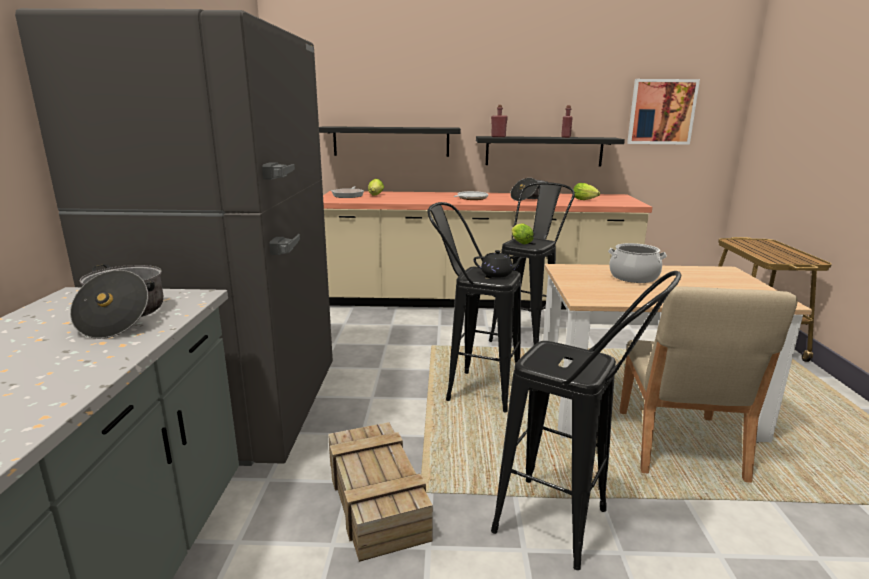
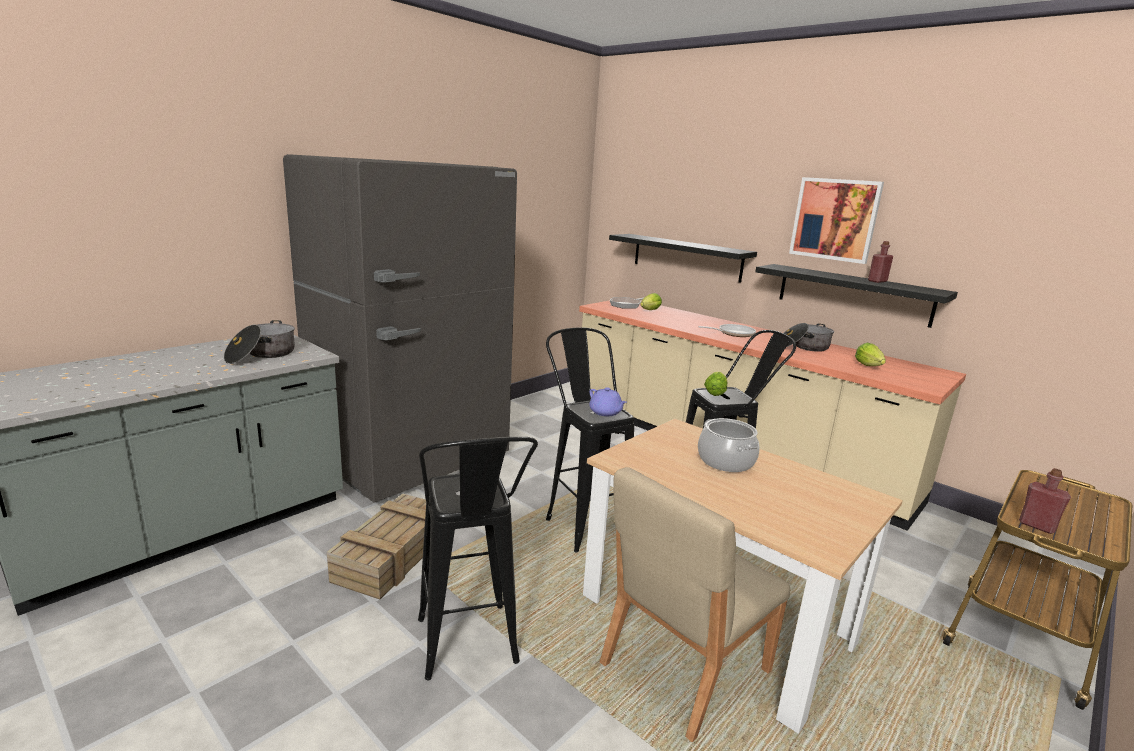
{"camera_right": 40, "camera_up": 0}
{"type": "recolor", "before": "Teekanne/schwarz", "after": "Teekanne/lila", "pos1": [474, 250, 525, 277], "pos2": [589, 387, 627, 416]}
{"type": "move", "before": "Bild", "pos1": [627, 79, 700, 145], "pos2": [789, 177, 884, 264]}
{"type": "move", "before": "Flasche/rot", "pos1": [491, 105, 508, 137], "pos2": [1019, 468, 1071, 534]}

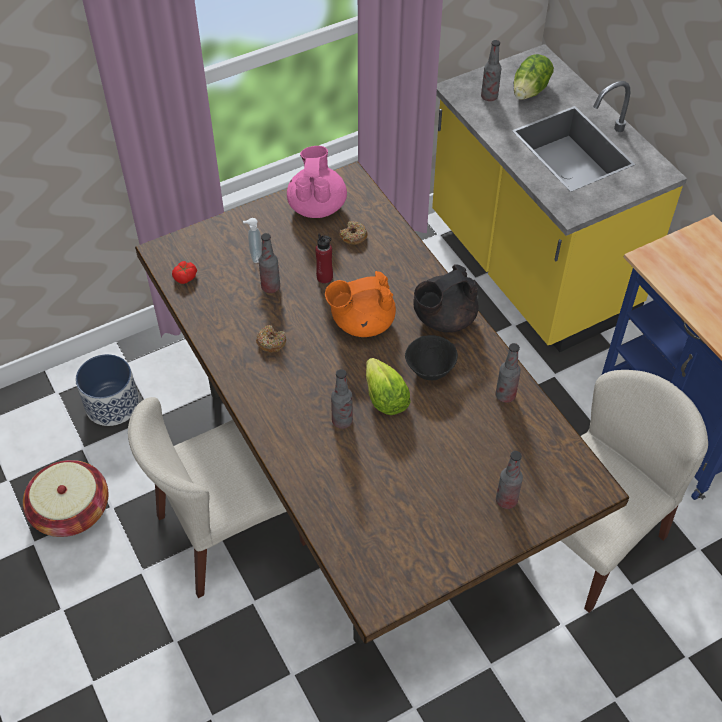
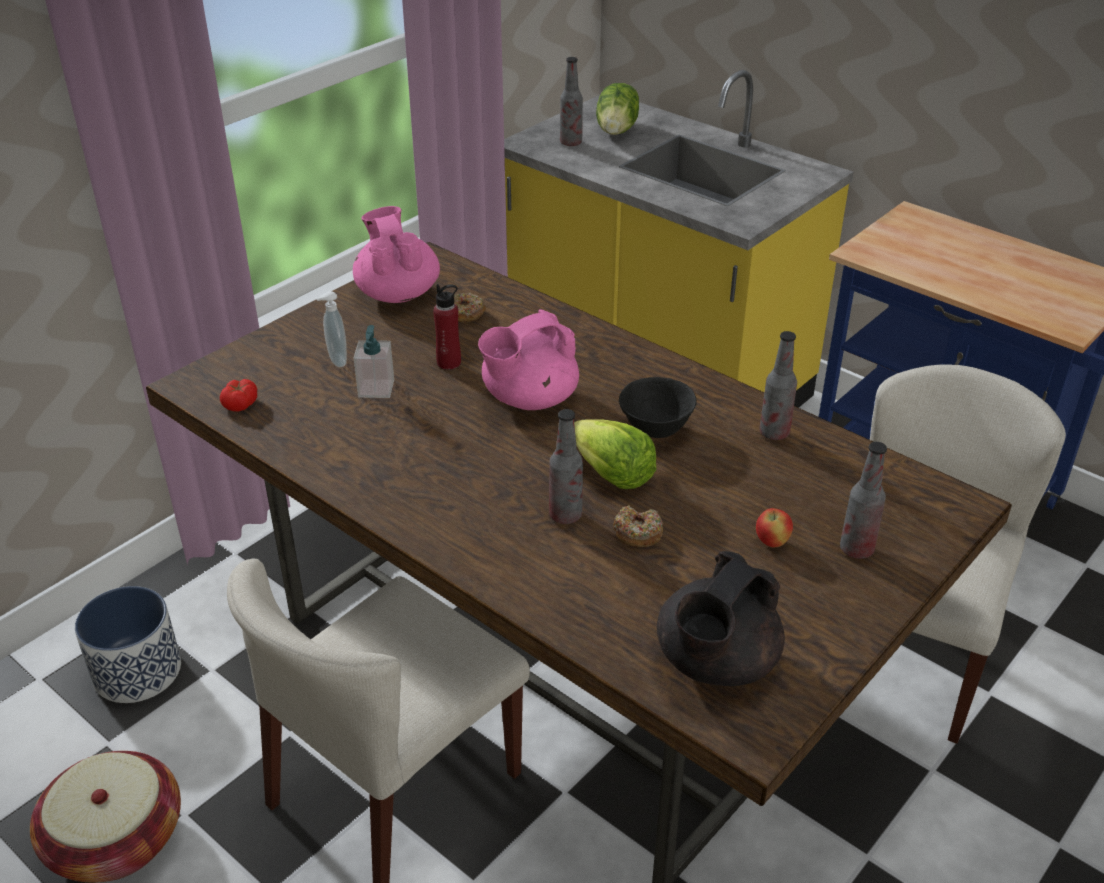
{"camera_right": -20, "camera_up": -15}
{"type": "replace", "before": "Flasche", "after": "Seifenspender", "pos1": [259, 233, 280, 293], "pos2": [354, 325, 394, 398]}
{"type": "recolor", "before": "Teekanne/orange", "after": "Teekanne/rosa", "pos1": [325, 271, 396, 337], "pos2": [478, 310, 579, 410]}
{"type": "move", "before": "Donut", "pos1": [256, 325, 286, 352], "pos2": [613, 505, 663, 547]}
{"type": "move", "before": "Teekanne/schwarz", "pos1": [413, 264, 479, 332], "pos2": [657, 551, 785, 686]}
{"type": "insert", "after": "Apfel", "pos2": [756, 508, 793, 547]}

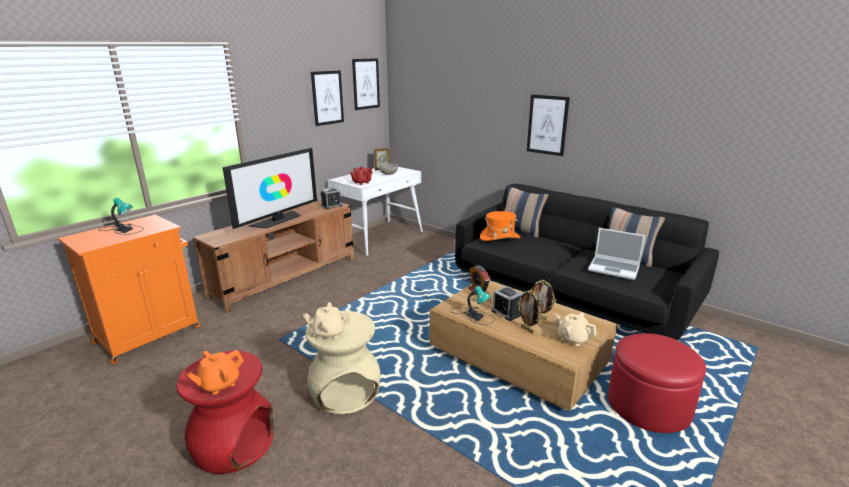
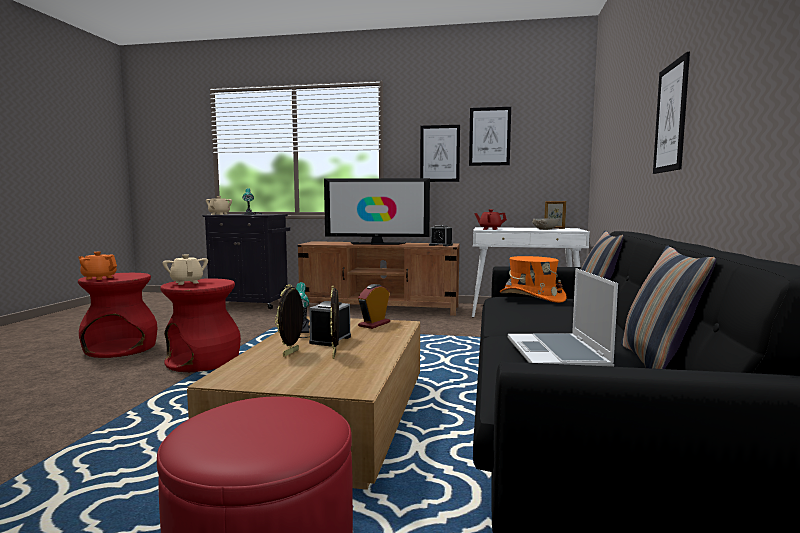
{"camera_right": 60, "camera_up": -15}
{"type": "recolor", "before": "Hocker/beige", "after": "Hocker/rot", "pos1": [306, 311, 380, 415], "pos2": [160, 278, 241, 372]}
{"type": "recolor", "before": "Schrank/orange", "after": "Schrank/schwarz", "pos1": [58, 215, 201, 364], "pos2": [203, 214, 290, 309]}
{"type": "move", "before": "Teekanne/beige", "pos1": [554, 312, 597, 346], "pos2": [206, 196, 232, 215]}
{"type": "move", "before": "Bild", "pos1": [352, 58, 380, 110], "pos2": [420, 125, 460, 182]}

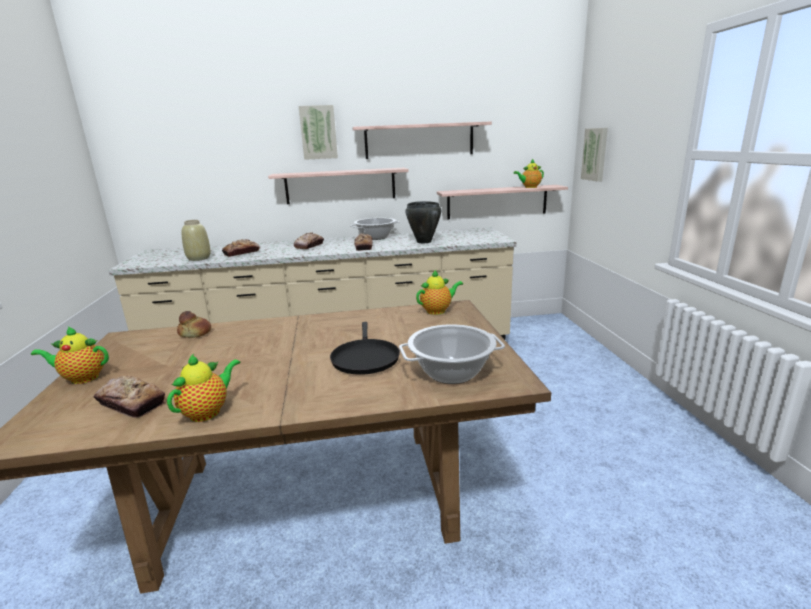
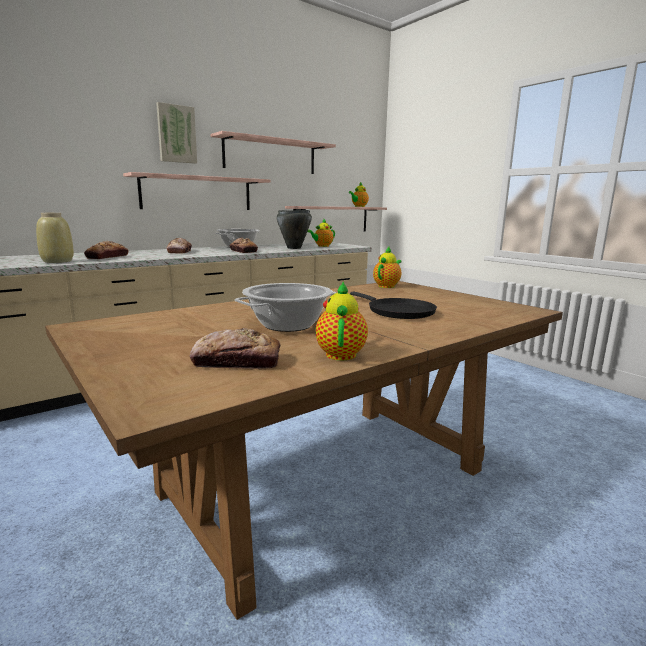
{"camera_right": -30, "camera_up": -5}
{"type": "move", "before": "Kochtopf", "pos1": [399, 324, 505, 384], "pos2": [235, 283, 336, 332]}
{"type": "move", "before": "Teekanne", "pos1": [31, 326, 109, 384], "pos2": [307, 218, 335, 247]}
{"type": "delete", "before": "Brot", "pos1": [177, 311, 211, 338]}
{"type": "delete", "before": "Bild", "pos1": [581, 128, 608, 182]}

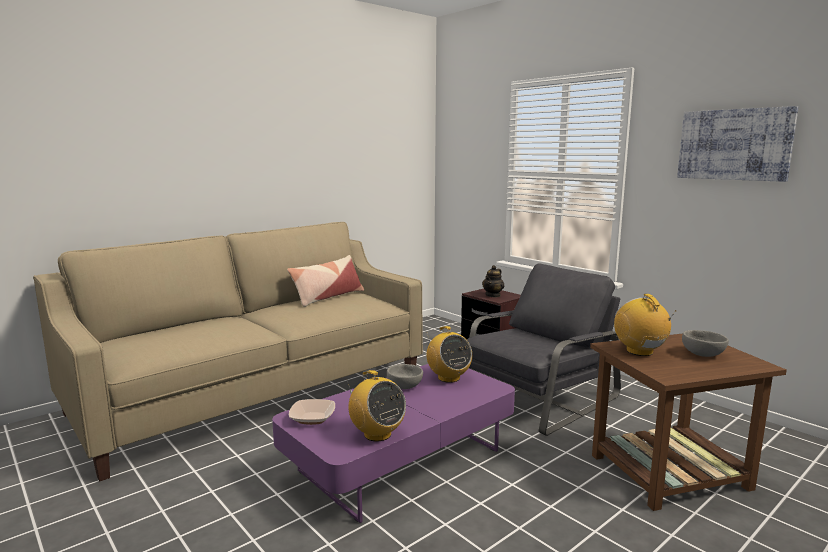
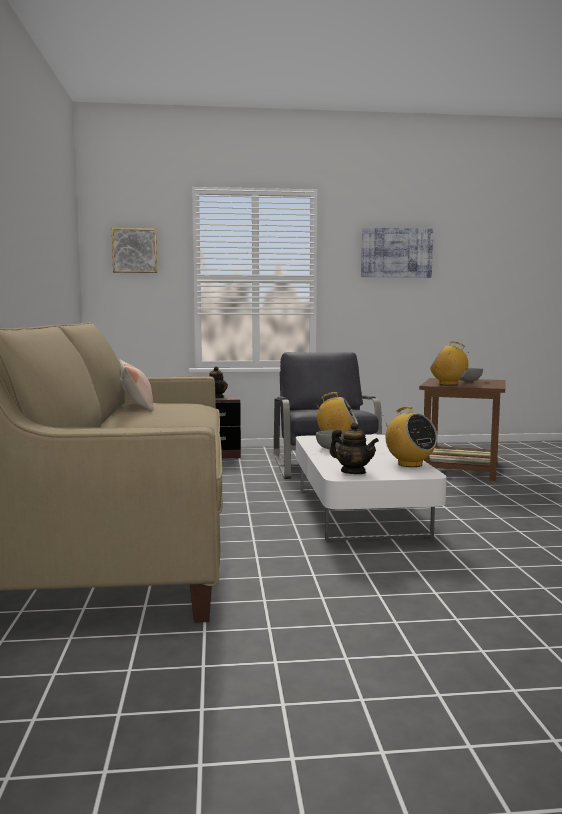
{"camera_right": -55, "camera_up": -5}
{"type": "insert", "after": "Bild", "pos2": [112, 228, 157, 273]}
{"type": "recolor", "before": "Couchtisch/lila", "after": "Couchtisch/weiß", "pos1": [272, 364, 515, 523], "pos2": [296, 434, 447, 542]}
{"type": "replace", "before": "Schüssel", "after": "Teekanne", "pos1": [289, 399, 335, 425], "pos2": [330, 422, 379, 474]}
{"type": "rotate", "before": "Radio", "pos1": [347, 370, 406, 441], "pos2": [383, 407, 437, 467], "turn": 60}

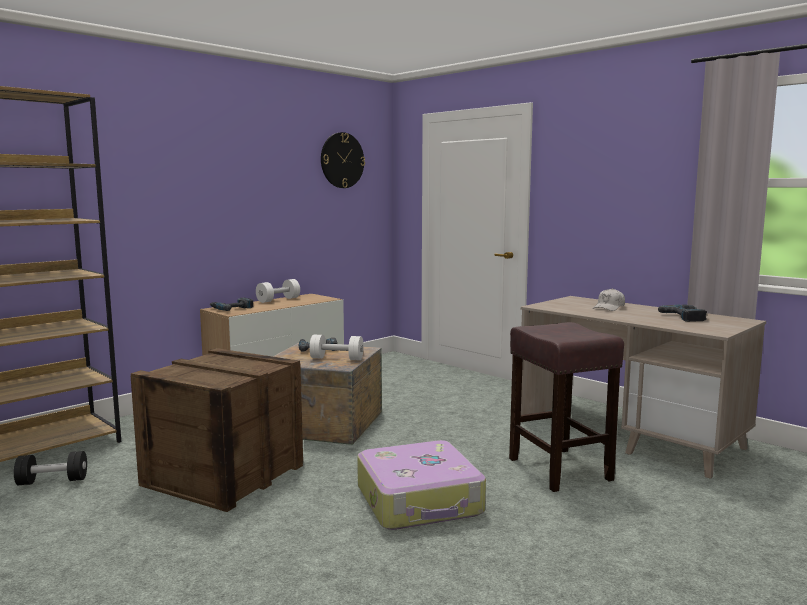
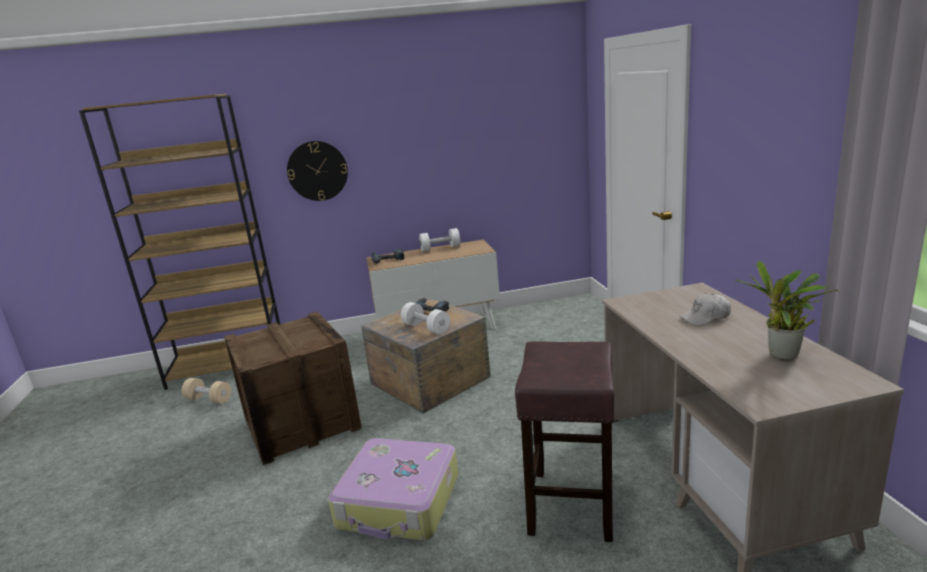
{"camera_right": 35, "camera_up": 10}
{"type": "recolor", "before": "Hantel/schwarz", "after": "Hantel/beige", "pos1": [14, 451, 87, 485], "pos2": [182, 378, 232, 404]}
{"type": "move", "before": "Wanduhr", "pos1": [321, 132, 365, 188], "pos2": [287, 141, 348, 201]}
{"type": "replace", "before": "Bohrmaschine", "after": "Topfpflanze", "pos1": [658, 305, 707, 322], "pos2": [735, 261, 838, 360]}

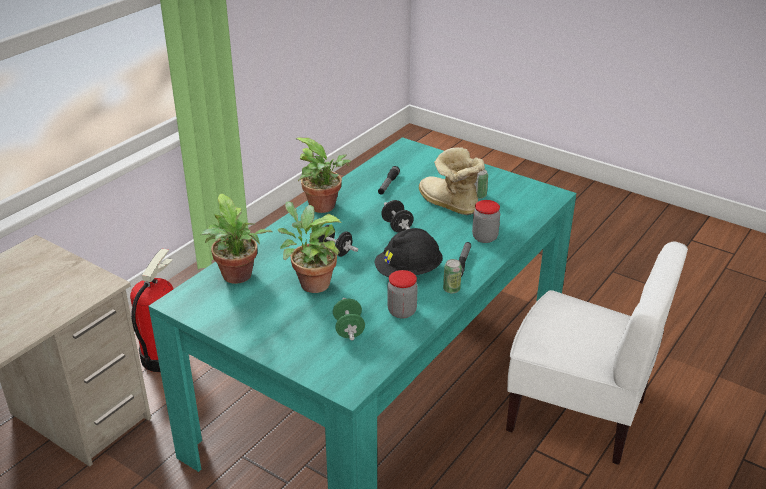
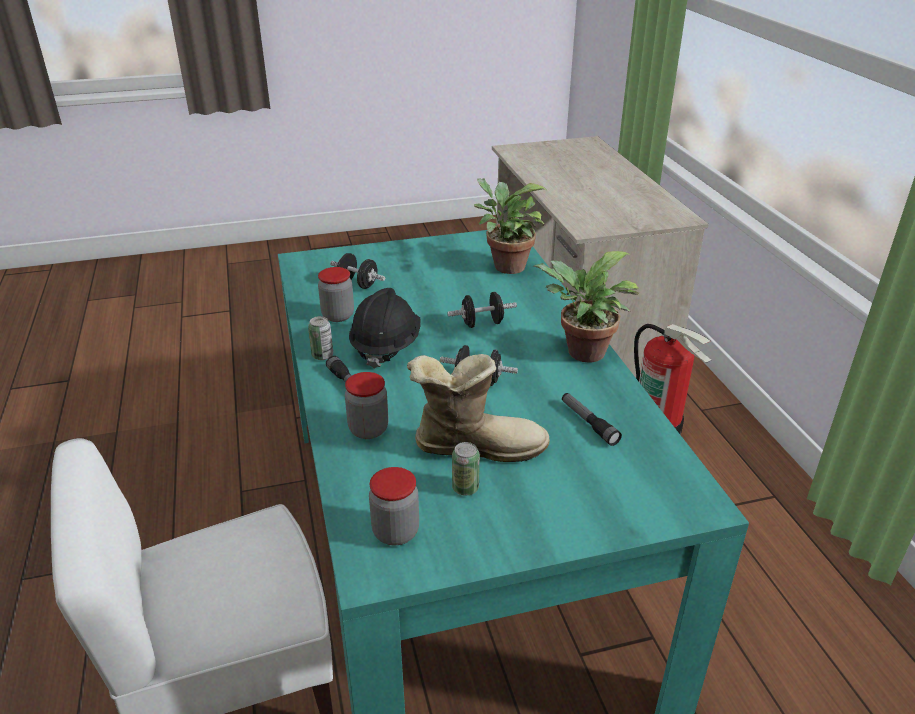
{"camera_right": 130, "camera_up": 0}
{"type": "recolor", "before": "Hantel/grün", "after": "Hantel/schwarz", "pos1": [333, 298, 365, 341], "pos2": [330, 253, 385, 289]}
{"type": "insert", "after": "Vorratsglas", "pos2": [369, 467, 419, 545]}
{"type": "delete", "before": "Topfpflanze", "pos1": [278, 202, 342, 293]}

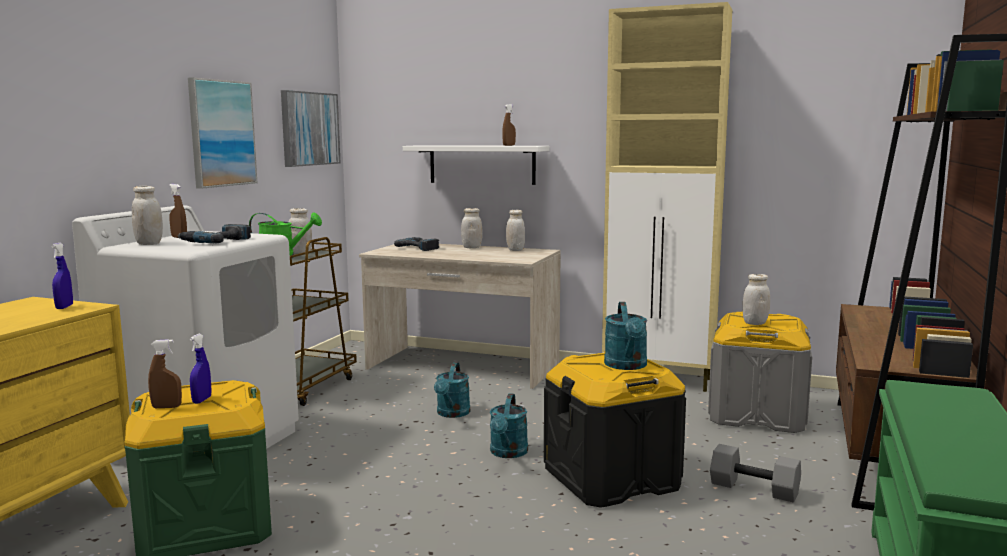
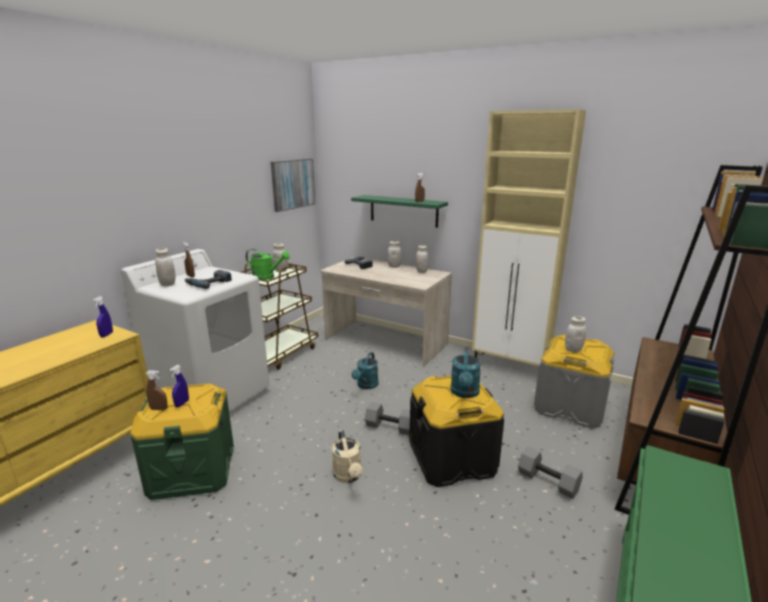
{"camera_right": 10, "camera_up": 10}
{"type": "insert", "after": "Gießkanne/beige", "pos2": [332, 430, 362, 483]}
{"type": "recolor", "before": "Wandregal/weiß", "after": "Wandregal/grün", "pos1": [403, 145, 550, 185], "pos2": [351, 195, 448, 228]}
{"type": "replace", "before": "Gießkanne/türkis", "after": "Hantel/grau", "pos1": [490, 393, 528, 458], "pos2": [365, 402, 410, 436]}
{"type": "delete", "before": "Bild", "pos1": [188, 77, 257, 189]}

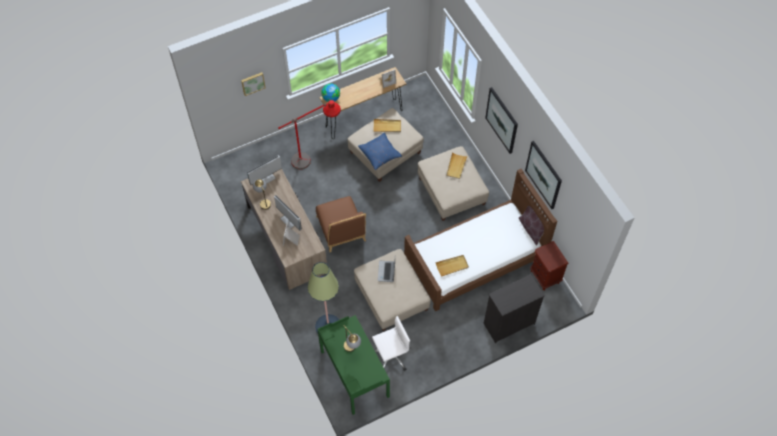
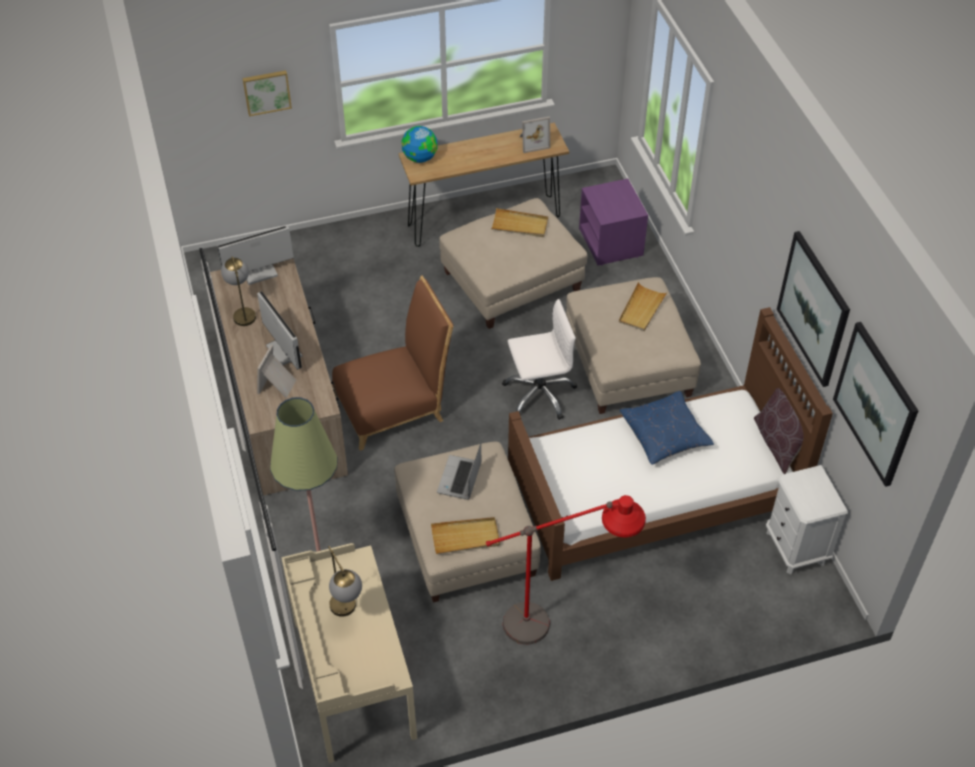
{"camera_right": 10, "camera_up": -10}
{"type": "recolor", "before": "Schreibtisch/grün", "after": "Schreibtisch/beige", "pos1": [317, 315, 390, 415], "pos2": [281, 543, 417, 763]}
{"type": "rotate", "before": "Stuhl/braun", "pos1": [316, 196, 366, 252], "pos2": [332, 275, 453, 451], "turn": -105}
{"type": "move", "before": "Tablett/beige", "pos1": [436, 255, 469, 277], "pos2": [431, 517, 500, 554]}
{"type": "move", "before": "Stehlampe/rot", "pos1": [278, 100, 341, 169], "pos2": [486, 495, 646, 645]}
{"type": "move", "before": "Bürostuhl/weiß", "pos1": [372, 316, 410, 371], "pos2": [502, 299, 577, 420]}
{"type": "insert", "after": "Nachttisch/lila", "pos2": [579, 179, 648, 266]}
{"type": "move", "before": "Kissen/blau", "pos1": [358, 133, 402, 170], "pos2": [619, 391, 714, 465]}
{"type": "recolor", "before": "Nachttisch/braun", "after": "Nachttisch/weiß", "pos1": [530, 241, 569, 291], "pos2": [766, 465, 848, 574]}
{"type": "move", "before": "Bild", "pos1": [485, 87, 518, 154], "pos2": [833, 322, 918, 487]}
{"type": "delete", "before": "Kommode/schwarz", "pos1": [483, 274, 545, 343]}

